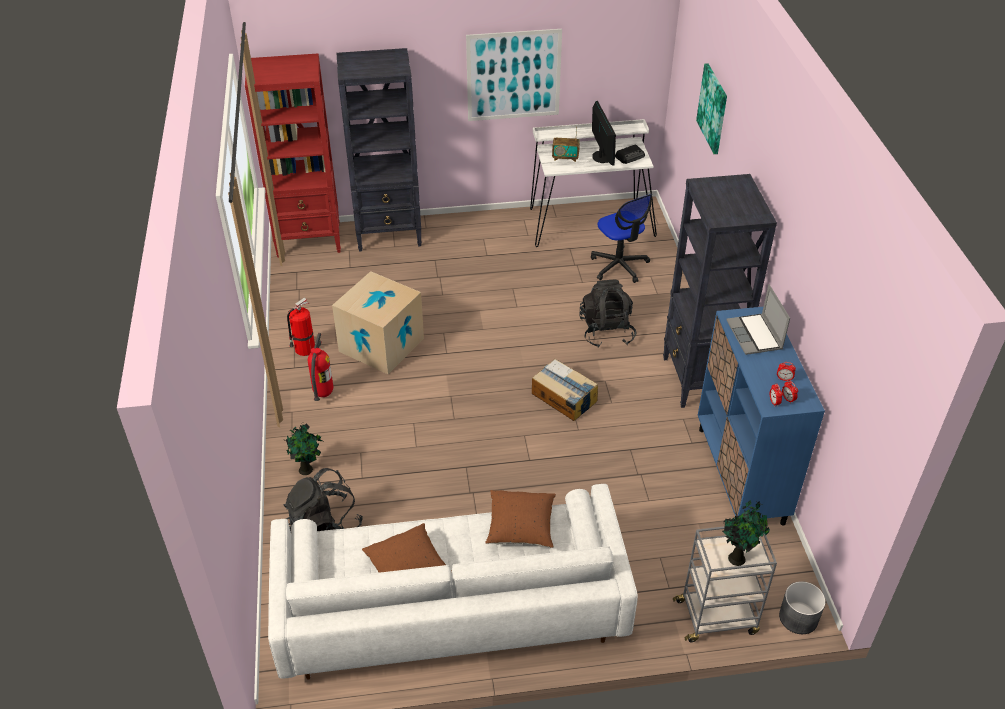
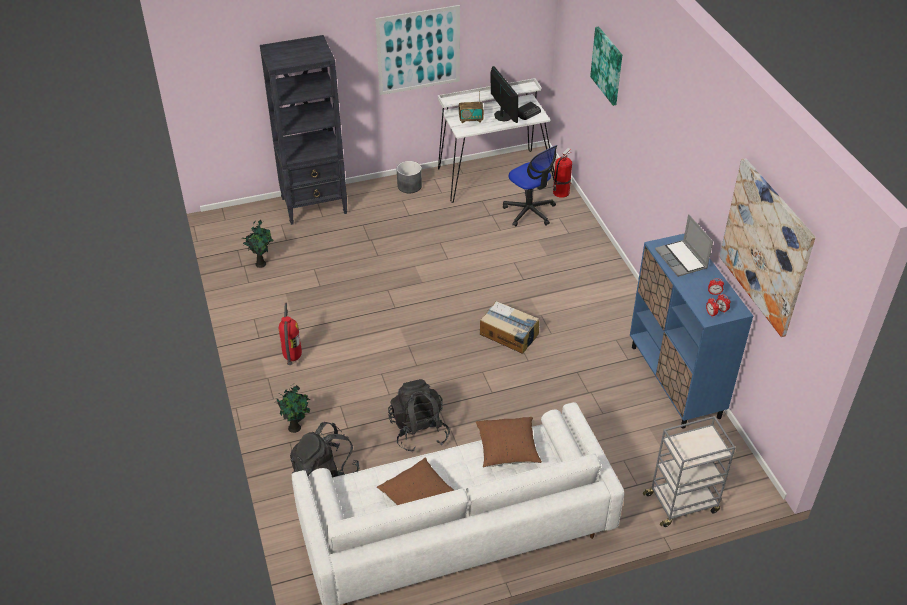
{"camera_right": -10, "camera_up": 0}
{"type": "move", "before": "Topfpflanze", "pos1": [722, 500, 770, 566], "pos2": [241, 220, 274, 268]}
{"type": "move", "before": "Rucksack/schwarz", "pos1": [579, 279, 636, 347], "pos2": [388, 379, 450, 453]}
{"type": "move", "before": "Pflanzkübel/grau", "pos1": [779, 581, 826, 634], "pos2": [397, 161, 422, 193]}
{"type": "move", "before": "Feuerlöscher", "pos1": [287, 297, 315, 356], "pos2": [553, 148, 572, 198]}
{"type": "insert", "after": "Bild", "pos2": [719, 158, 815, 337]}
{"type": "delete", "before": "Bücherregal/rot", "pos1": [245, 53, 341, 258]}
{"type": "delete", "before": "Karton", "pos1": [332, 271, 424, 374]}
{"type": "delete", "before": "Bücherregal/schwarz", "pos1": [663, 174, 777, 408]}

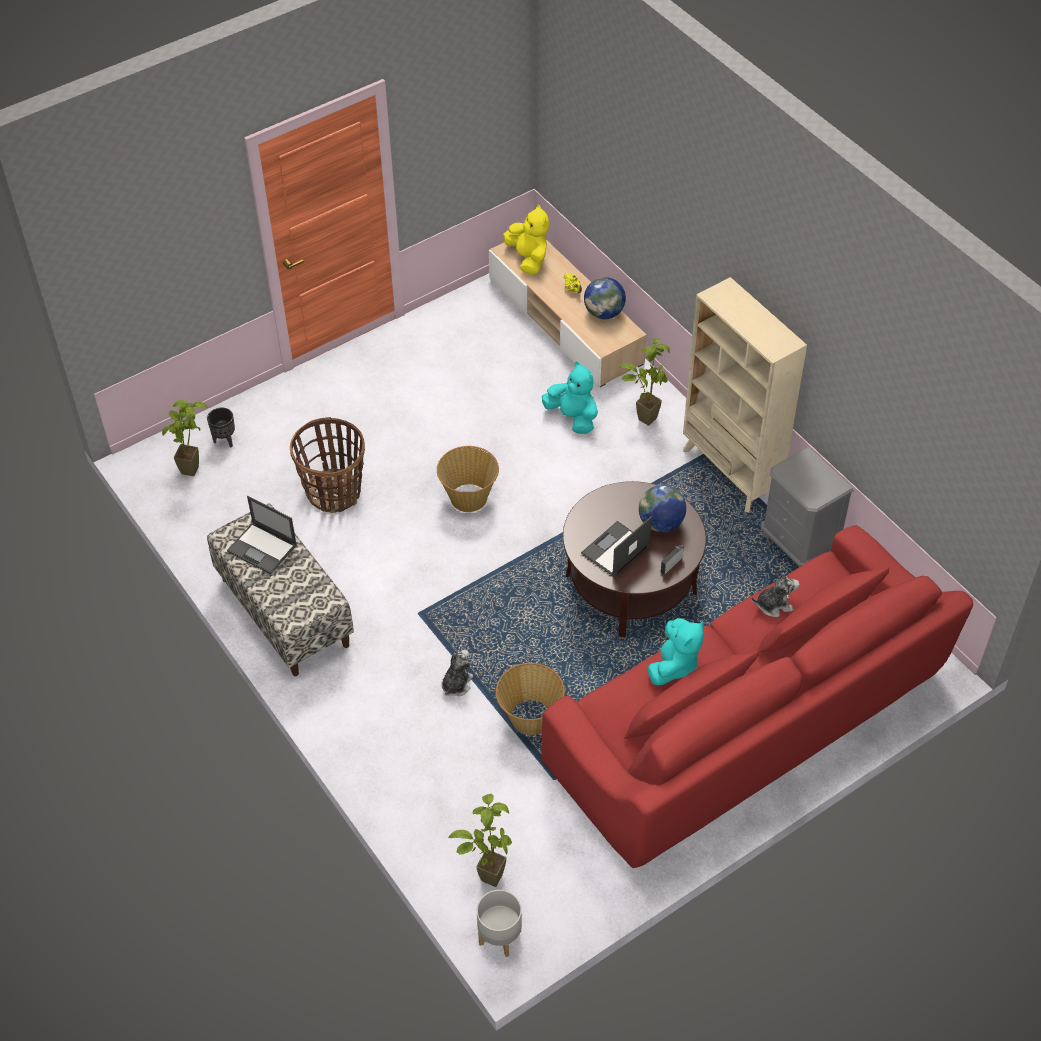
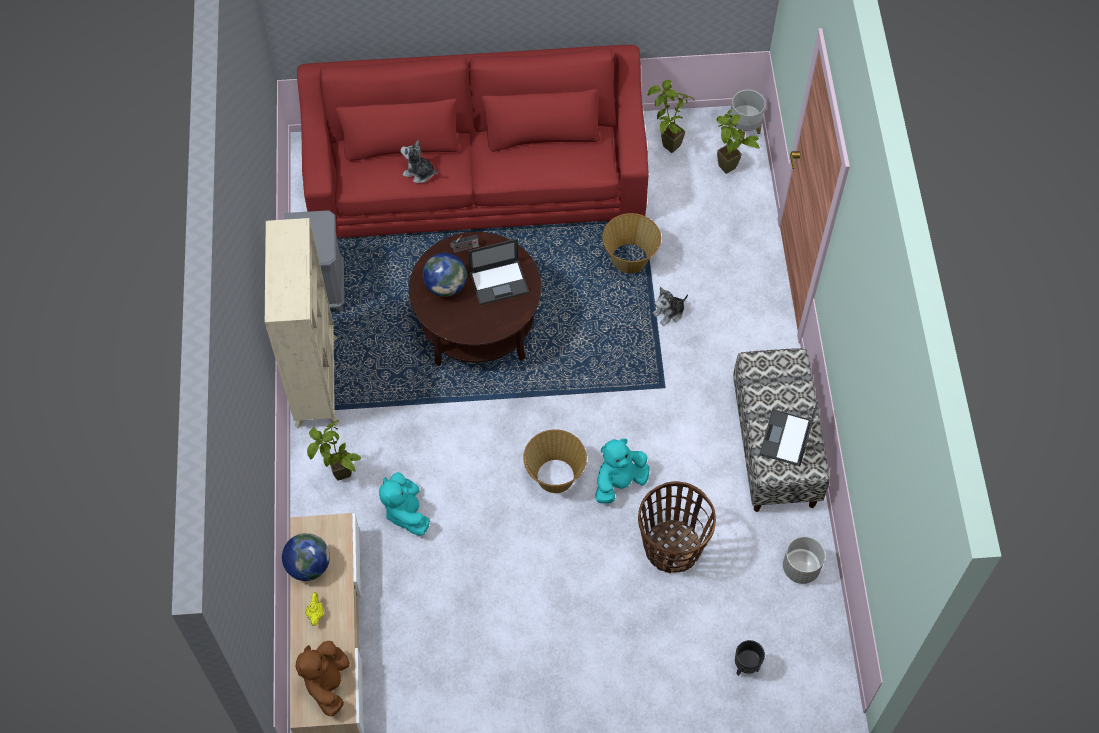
{"camera_right": -150, "camera_up": 10}
{"type": "recolor", "before": "Plüschtier/gelb", "after": "Plüschtier/braun", "pos1": [503, 204, 549, 275], "pos2": [296, 641, 350, 717]}
{"type": "move", "before": "Plüschtier/türkis", "pos1": [648, 618, 704, 685], "pos2": [595, 438, 650, 503]}
{"type": "move", "before": "Topfpflanze", "pos1": [162, 400, 208, 476], "pos2": [647, 80, 694, 153]}
{"type": "rotate", "before": "Laptop", "pos1": [227, 496, 297, 575], "pos2": [759, 401, 818, 466], "turn": -135}
{"type": "insert", "after": "Pflanzkübel/grau", "pos2": [783, 537, 825, 584]}

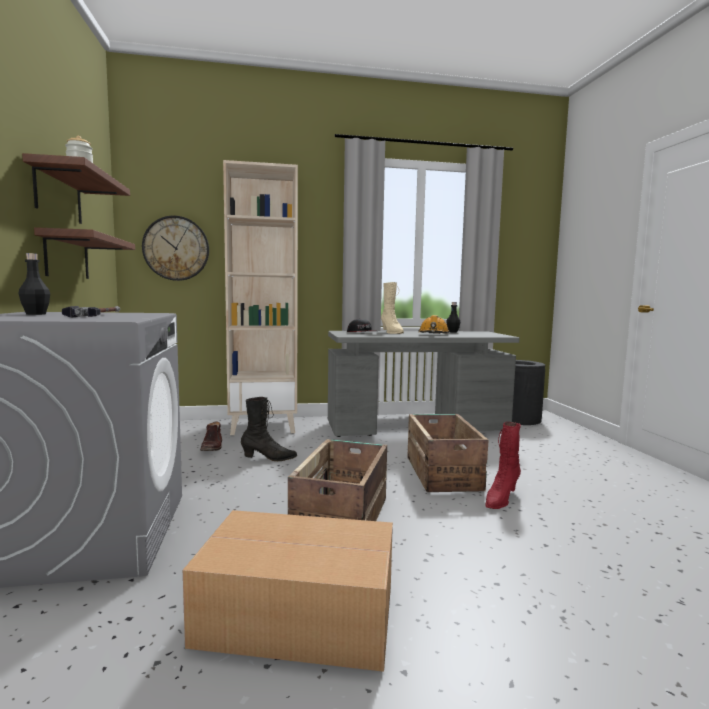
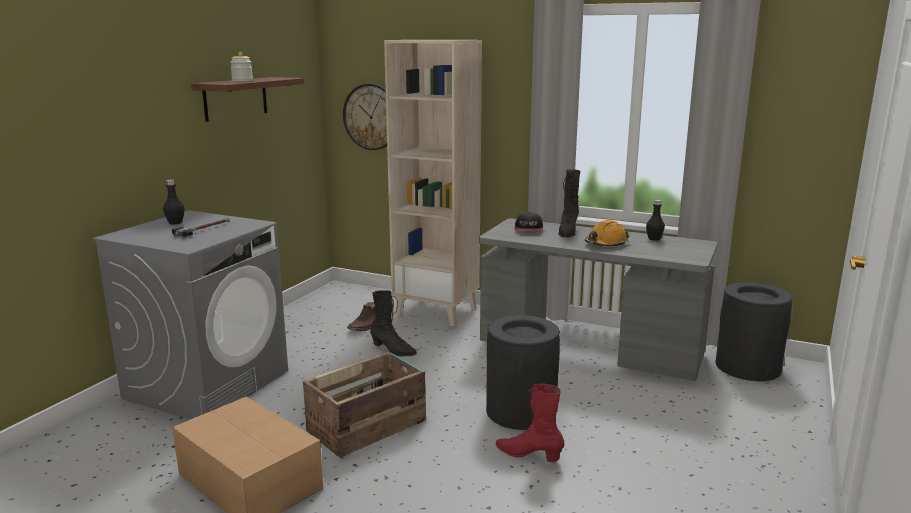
{"camera_right": 35, "camera_up": 10}
{"type": "replace", "before": "Kiste", "after": "Mülleimer/schwarz", "pos1": [407, 414, 488, 492], "pos2": [486, 315, 560, 430]}
{"type": "rotate", "before": "Stiefel/rot", "pos1": [485, 422, 521, 509], "pos2": [496, 383, 564, 462], "turn": 45}
{"type": "recolor", "before": "Stiefel/beige", "after": "Stiefel/schwarz", "pos1": [381, 282, 404, 334], "pos2": [558, 169, 581, 237]}
{"type": "delete", "before": "Wandregal", "pos1": [34, 227, 135, 279]}

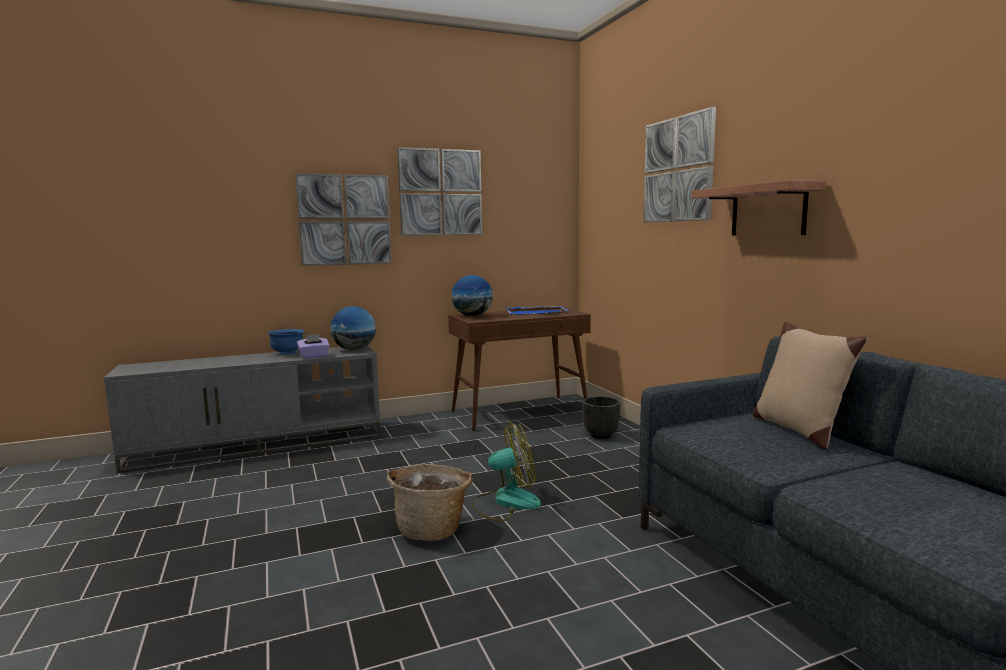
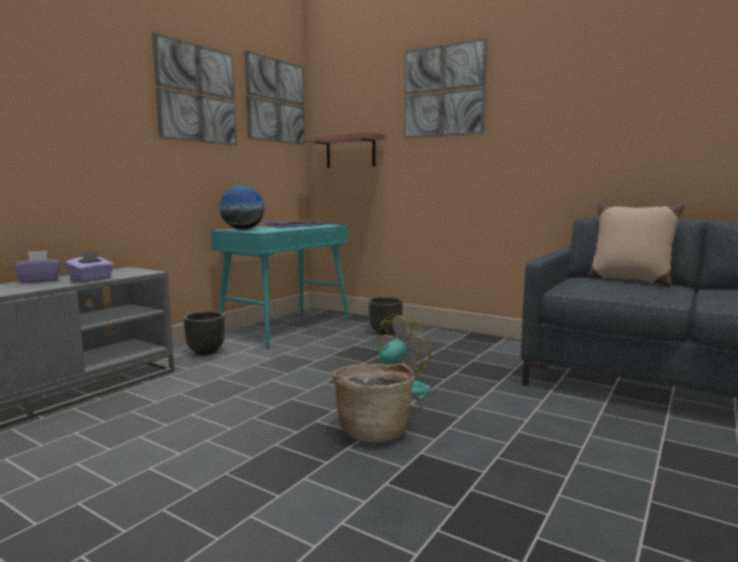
{"camera_right": -35, "camera_up": 0}
{"type": "replace", "before": "Schüssel/blau", "after": "Taschentuchbox/lila", "pos1": [268, 329, 305, 355], "pos2": [14, 251, 61, 283]}
{"type": "insert", "after": "Pflanzkübel/schwarz", "pos2": [184, 311, 225, 355]}
{"type": "recolor", "before": "Konsolentisch/braun", "after": "Konsolentisch/türkis", "pos1": [448, 308, 591, 431], "pos2": [211, 224, 350, 348]}
{"type": "move", "before": "Bild", "pos1": [295, 173, 392, 266], "pos2": [245, 50, 305, 145]}
{"type": "move", "before": "Wandregal", "pos1": [691, 180, 826, 235], "pos2": [302, 132, 385, 168]}
{"type": "delete", "before": "Globus", "pos1": [330, 306, 376, 350]}

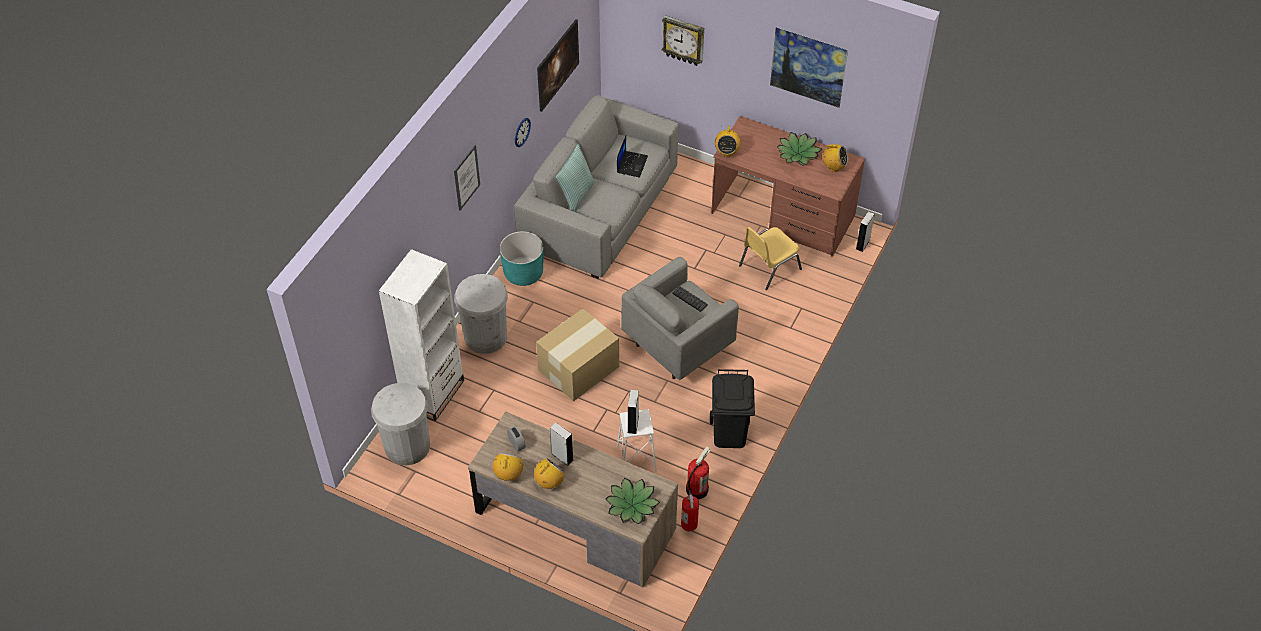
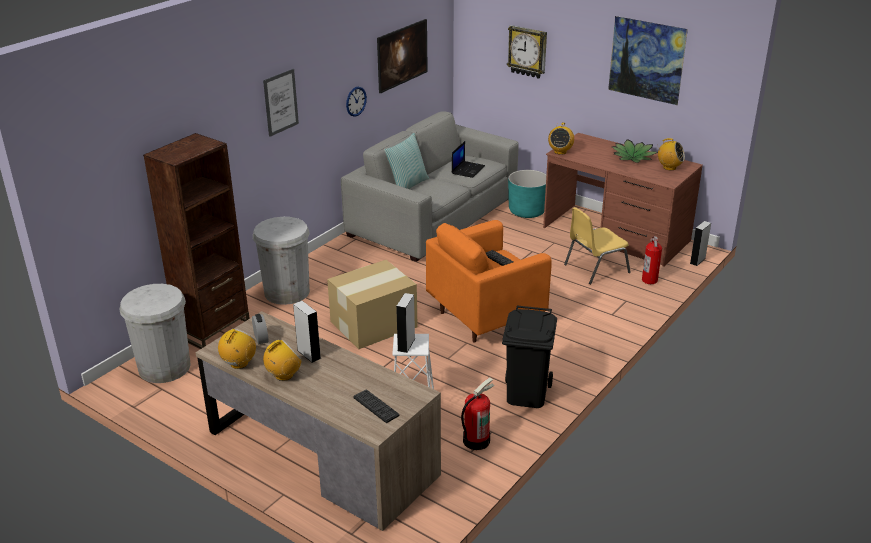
{"camera_right": 10, "camera_up": -20}
{"type": "recolor", "before": "Bücherregal/weiß", "after": "Bücherregal/braun", "pos1": [379, 249, 464, 421], "pos2": [143, 133, 250, 349]}
{"type": "replace", "before": "Topfpflanze", "after": "Tastatur", "pos1": [605, 477, 660, 524], "pos2": [353, 389, 399, 423]}
{"type": "recolor", "before": "Sessel/grau", "after": "Sessel/orange", "pos1": [621, 257, 739, 380], "pos2": [426, 220, 552, 342]}
{"type": "move", "before": "Pflanzkübel/türkis", "pos1": [500, 231, 543, 286], "pos2": [508, 170, 546, 218]}
{"type": "move", "before": "Feuerlöscher", "pos1": [681, 490, 699, 531], "pos2": [642, 236, 662, 284]}

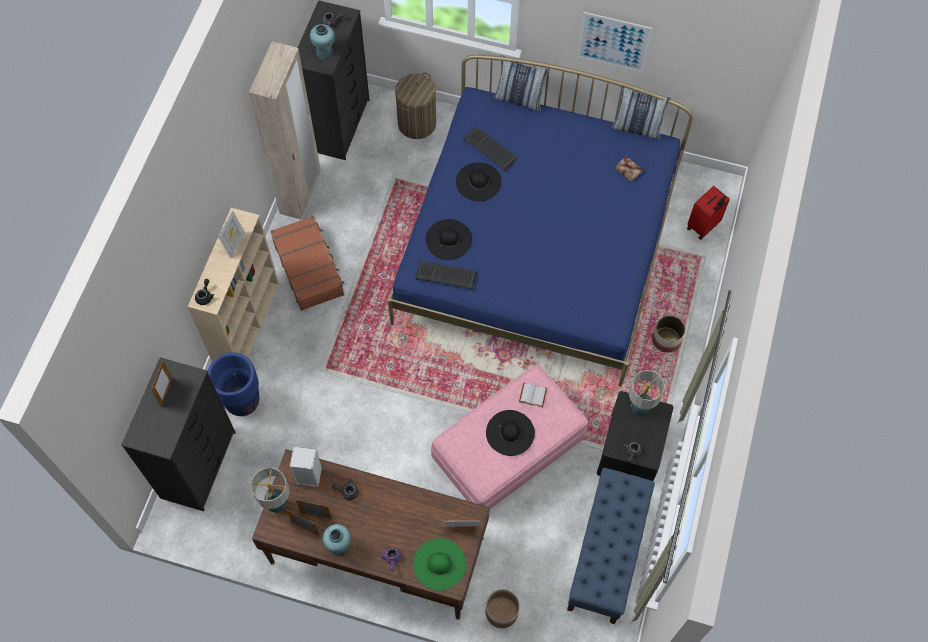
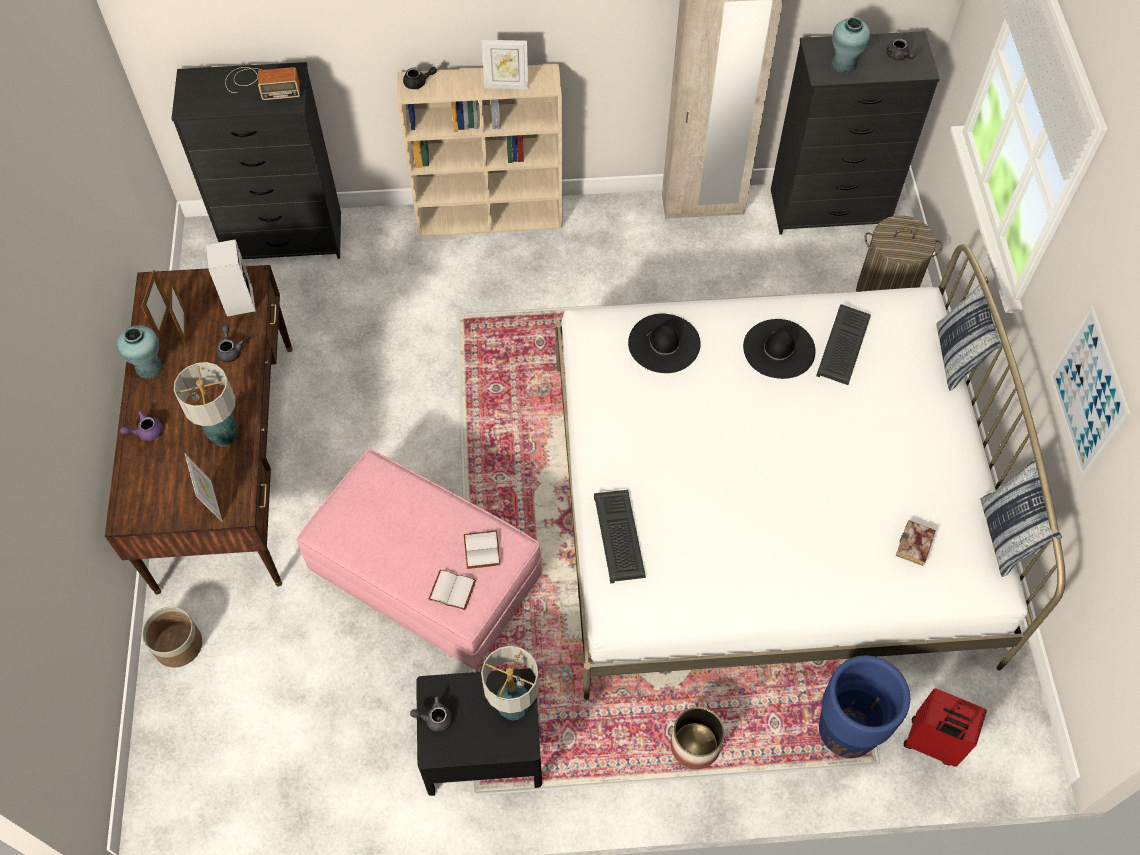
{"camera_right": 70, "camera_up": -5}
{"type": "move", "before": "Tischlampe", "pos1": [251, 467, 289, 513], "pos2": [174, 362, 237, 446]}
{"type": "replace", "before": "Bilderrahmen", "after": "Radio", "pos1": [151, 360, 172, 407], "pos2": [225, 67, 300, 100]}
{"type": "insert", "after": "Buch/weiß", "pos2": [428, 570, 476, 610]}
{"type": "recolor", "before": "Bett/blau", "after": "Bett/weiß", "pos1": [387, 55, 693, 387], "pos2": [555, 244, 1066, 700]}
{"type": "move", "before": "Tastatur", "pos1": [415, 261, 477, 290], "pos2": [594, 490, 646, 583]}
{"type": "move", "before": "Pflanzkübel/blau", "pos1": [208, 352, 259, 416], "pos2": [819, 655, 910, 758]}
{"type": "delete", "before": "Koffer/braun", "pos1": [270, 216, 345, 311]}
{"type": "delete", "before": "Hut/grün", "pos1": [413, 538, 466, 591]}
{"type": "delete", "before": "Hut/schwarz", "pos1": [486, 410, 535, 456]}
{"type": "delete", "before": "Bank/blau", "pos1": [567, 468, 655, 624]}

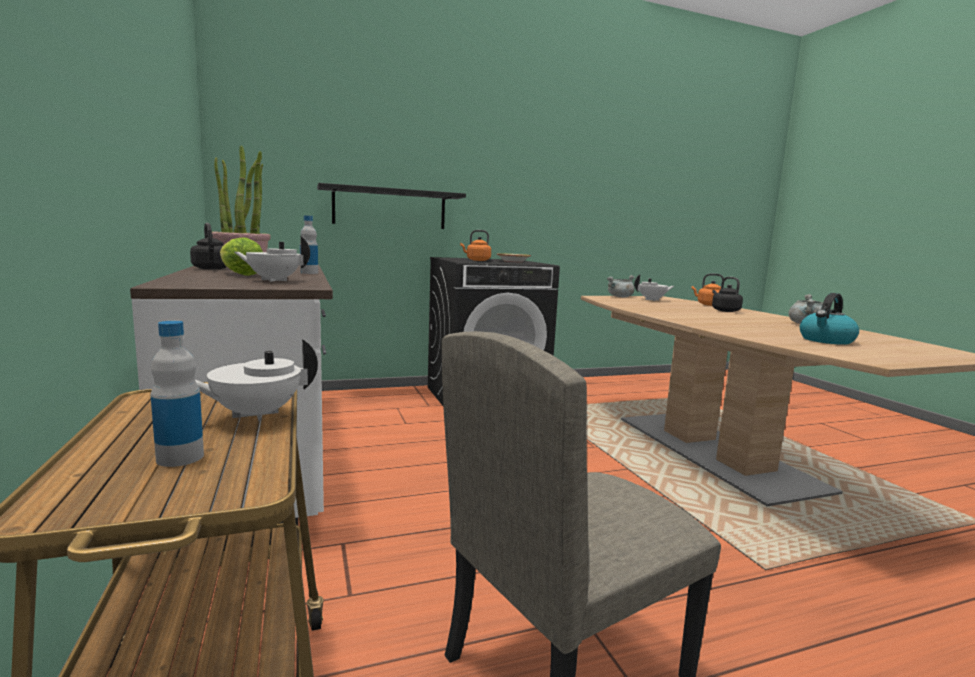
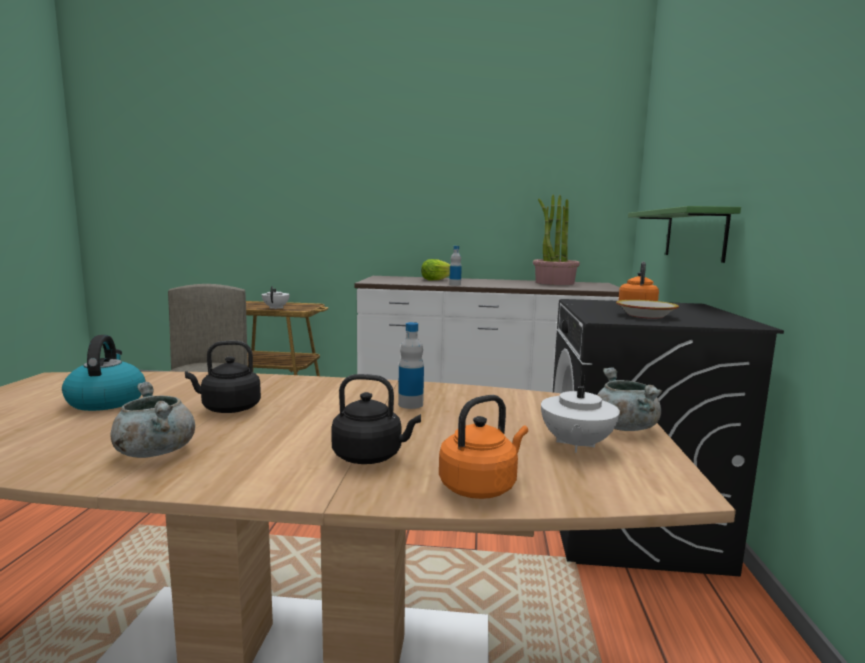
{"camera_right": 115, "camera_up": 0}
{"type": "move", "before": "Wasserkessel/schwarz", "pos1": [190, 223, 227, 270], "pos2": [185, 341, 261, 413]}
{"type": "move", "before": "Flasche", "pos1": [151, 321, 204, 467], "pos2": [398, 322, 424, 409]}
{"type": "recolor", "before": "Wandregal/schwarz", "after": "Wandregal/grün", "pos1": [317, 183, 466, 229], "pos2": [628, 206, 741, 263]}
{"type": "delete", "before": "Teekanne/weiß", "pos1": [234, 236, 310, 282]}

